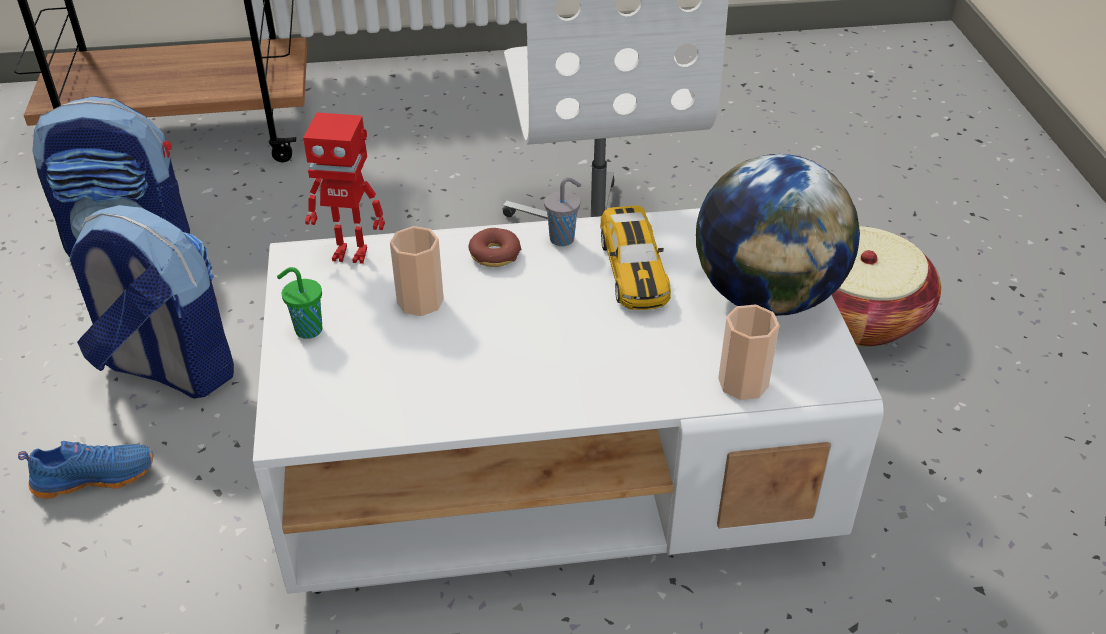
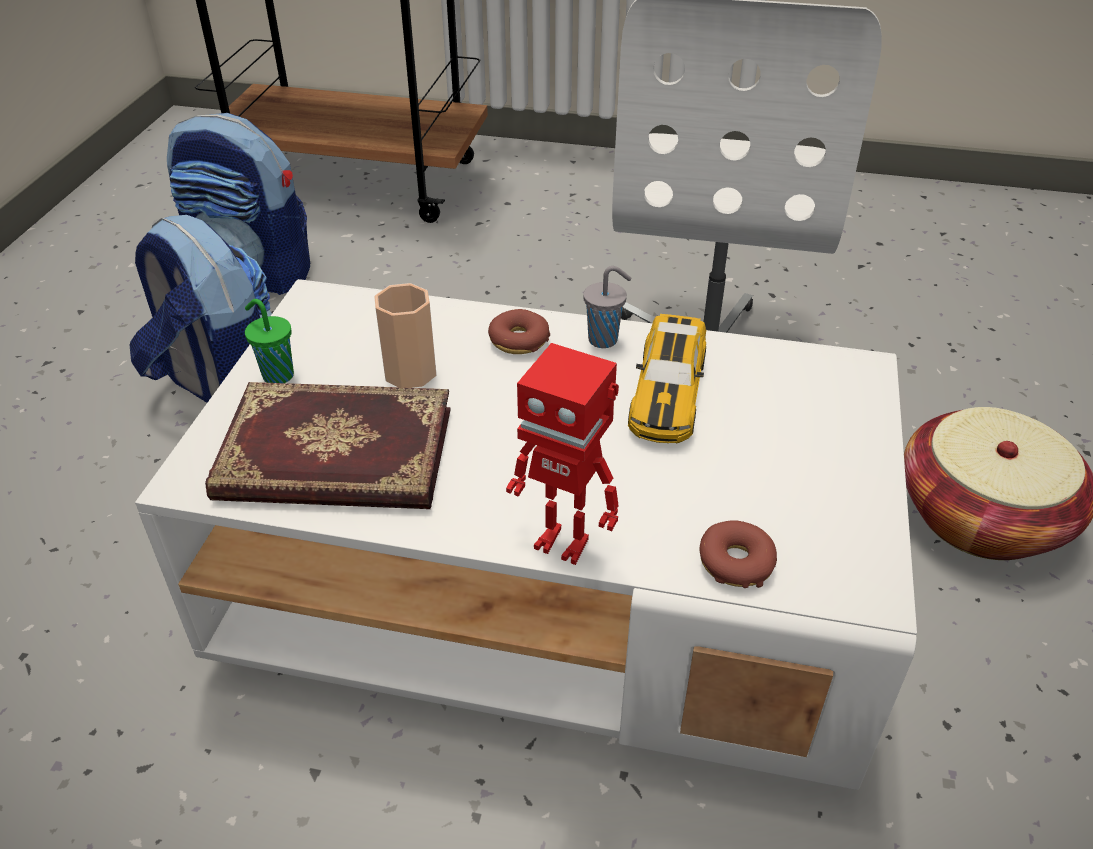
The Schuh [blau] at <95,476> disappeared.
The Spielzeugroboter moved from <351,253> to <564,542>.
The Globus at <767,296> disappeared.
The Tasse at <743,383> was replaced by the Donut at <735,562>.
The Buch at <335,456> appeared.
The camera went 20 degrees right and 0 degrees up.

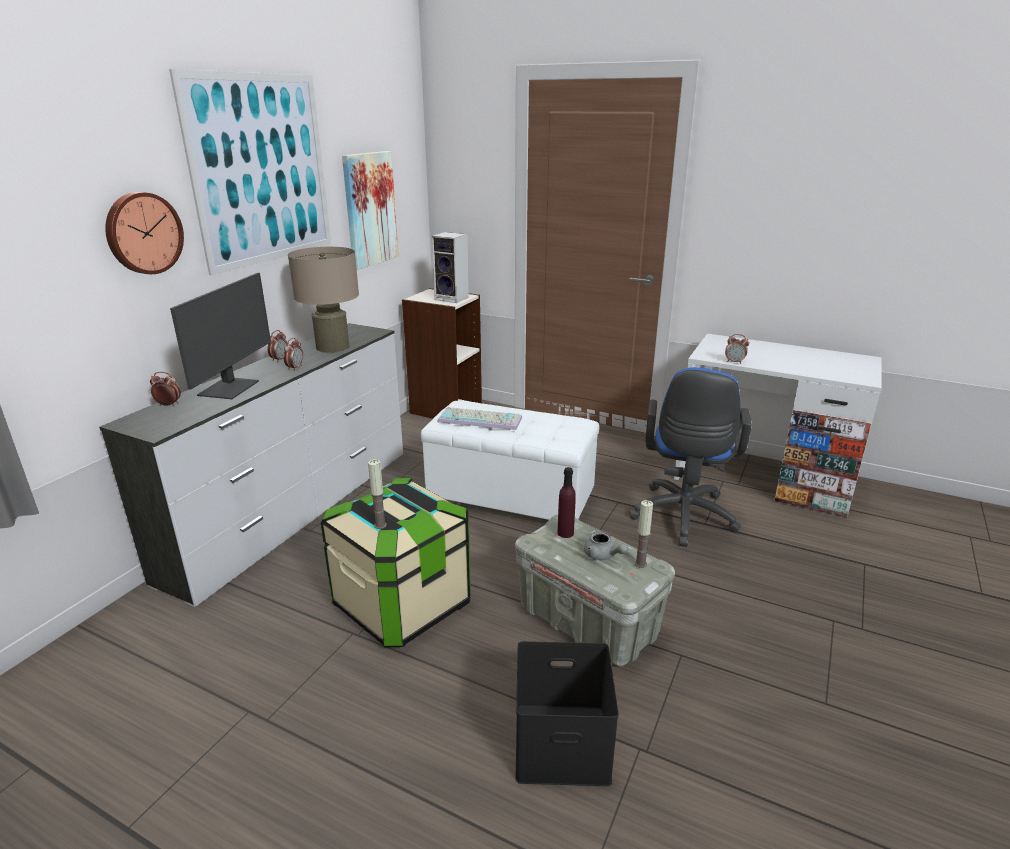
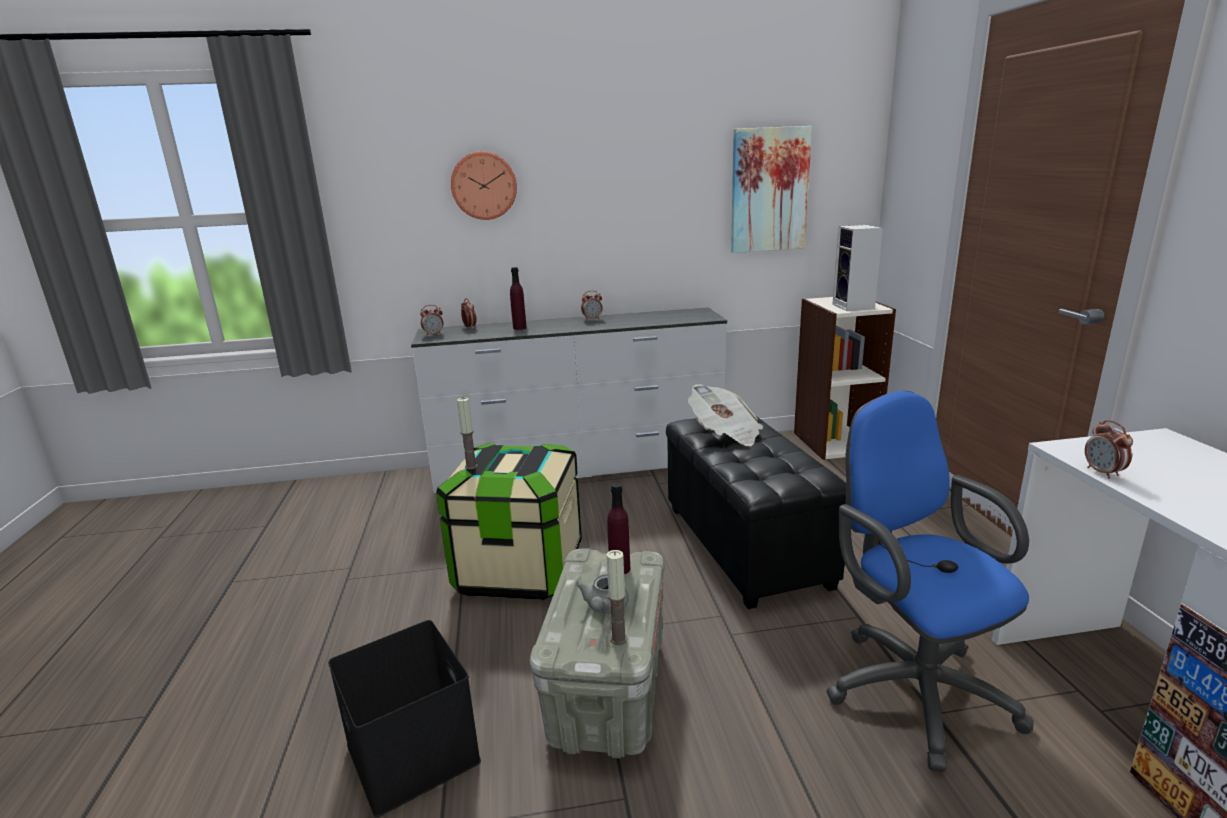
The Bild at <262,170> disappeared.
The Monitor at <230,388> was replaced by the Flasche [lila] at <519,328>.
The Wecker moved from <295,368> to <433,335>.
The Tischlampe [beige] at <332,347> disappeared.
The Polsterhocker [weiß] at <511,499> became the Polsterhocker [schwarz] at <747,547>.
The Tastatur at <481,419> was replaced by the Zeitung at <725,433>.
The Bürostuhl [blau] at <682,519> turned 90 degrees clockwise.
The camera went 55 degrees right and 5 degrees down.

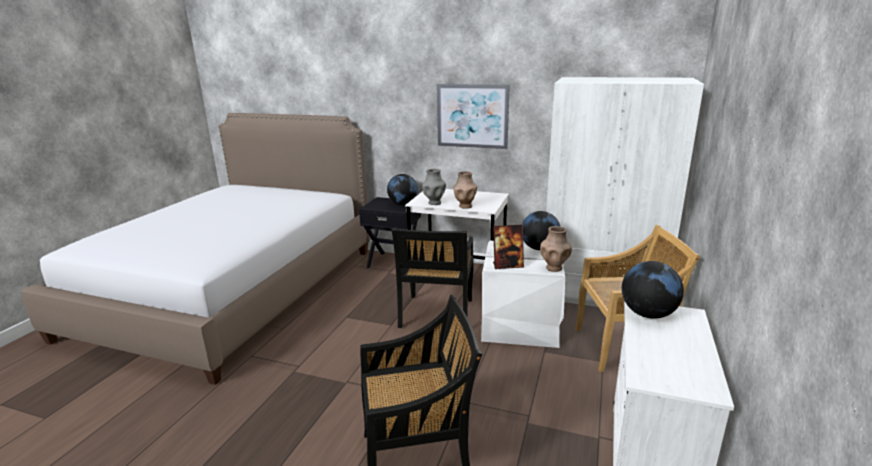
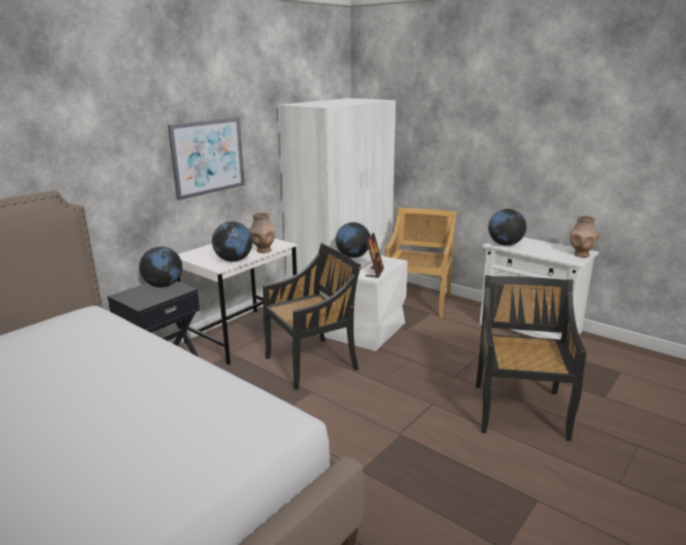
The Stuhl [schwarz] at <436,314> turned 60 degrees counterclockwise.
The Vase [grau] at <434,203> was replaced by the Globus at <234,260>.
The Vase [braun] moved from <554,268> to <580,255>.
The camera went 70 degrees left and 0 degrees up.

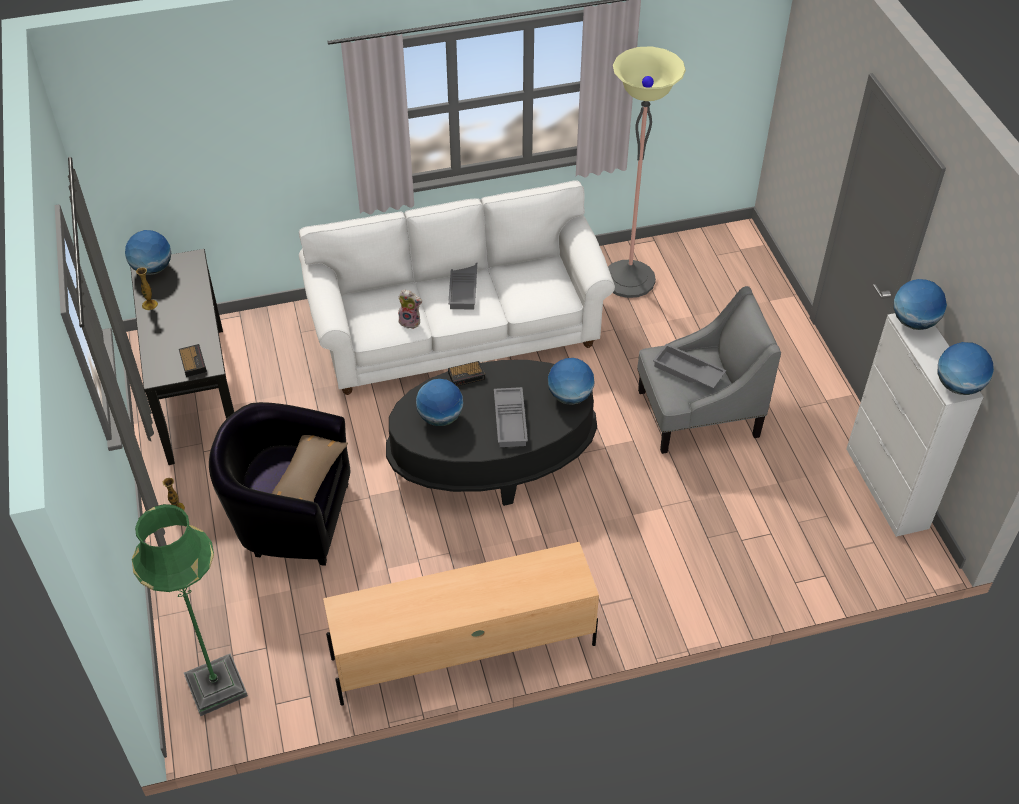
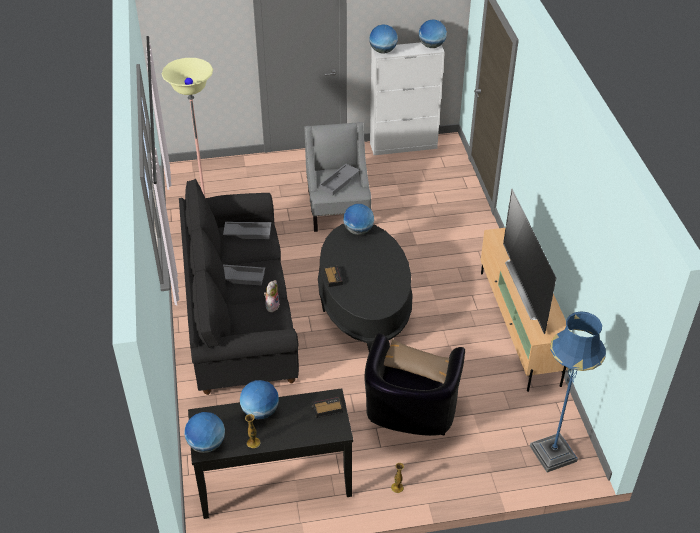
The Stehlampe [grün] at <216,686> became the Stehlampe [blau] at <552,453>.
The Sofa [weiß] at <458,333> became the Sofa [schwarz] at <240,316>.
The Globus moved from <440,417> to <260,411>.
The Tablett [grau] moved from <511,421> to <248,232>.
The Fernseher at <527,288> appeared.
The camera went 85 degrees left and 5 degrees down.

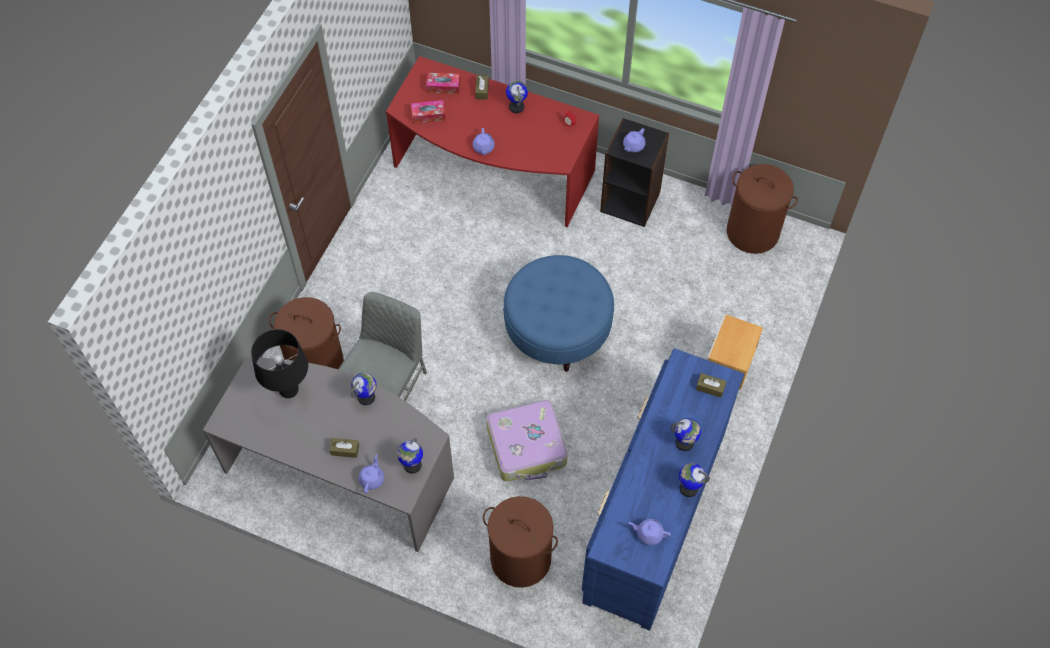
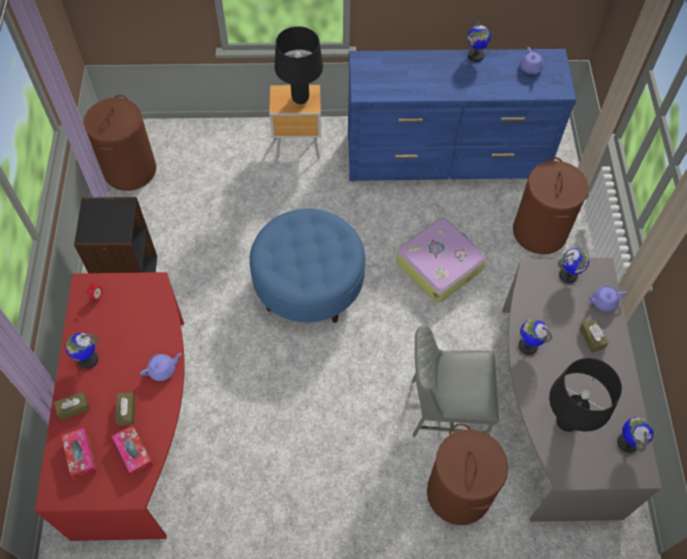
The Teekanne [lila] at <633,146> disappeared.
The Globus moved from <684,443> to <627,442>.
The Taschentuchbox [braun] moved from <710,388> to <126,411>.
The Tischlampe [schwarz] at <300,99> appeared.
The camera went 115 degrees left and 0 degrees up.

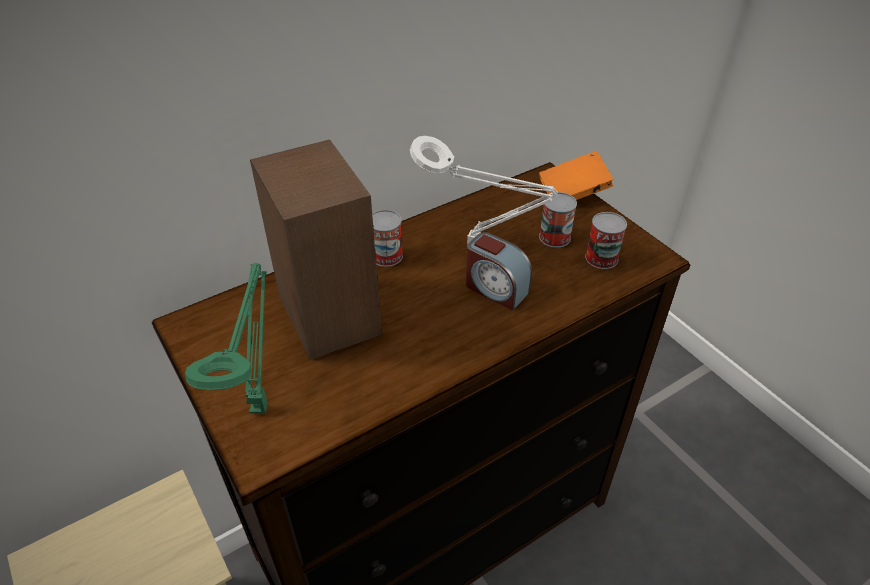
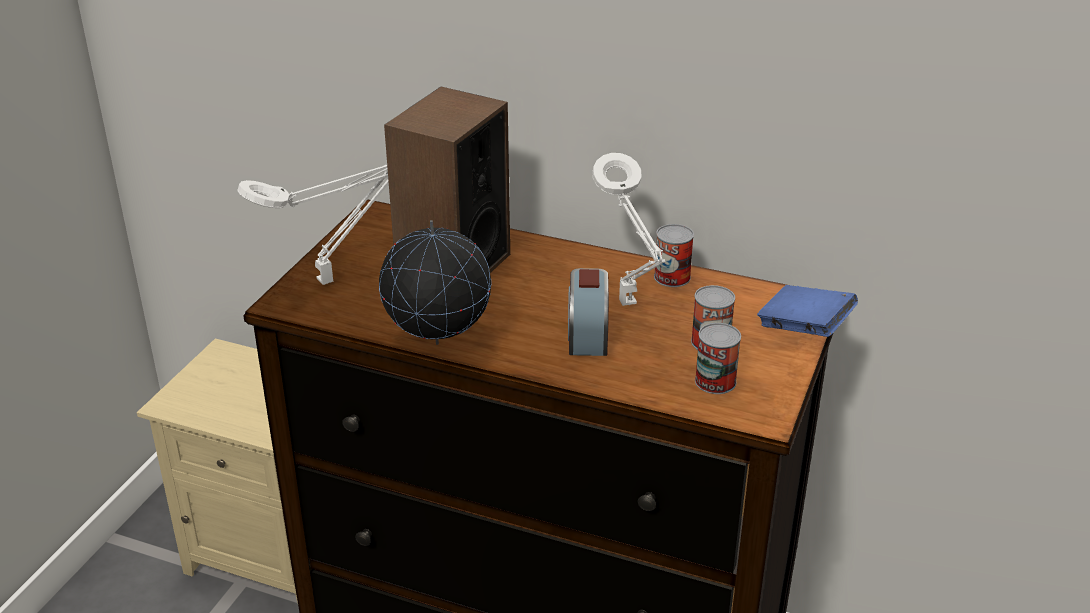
The Tischlampe [grün] at <260,405> became the Tischlampe [weiß] at <330,280>.
The Dose moved from <386,256> to <672,277>.
The Buch [orange] at <573,193> became the Buch [blau] at <804,328>.
The Globus at <438,342> appeared.
The camera went 55 degrees right and 10 degrees down.

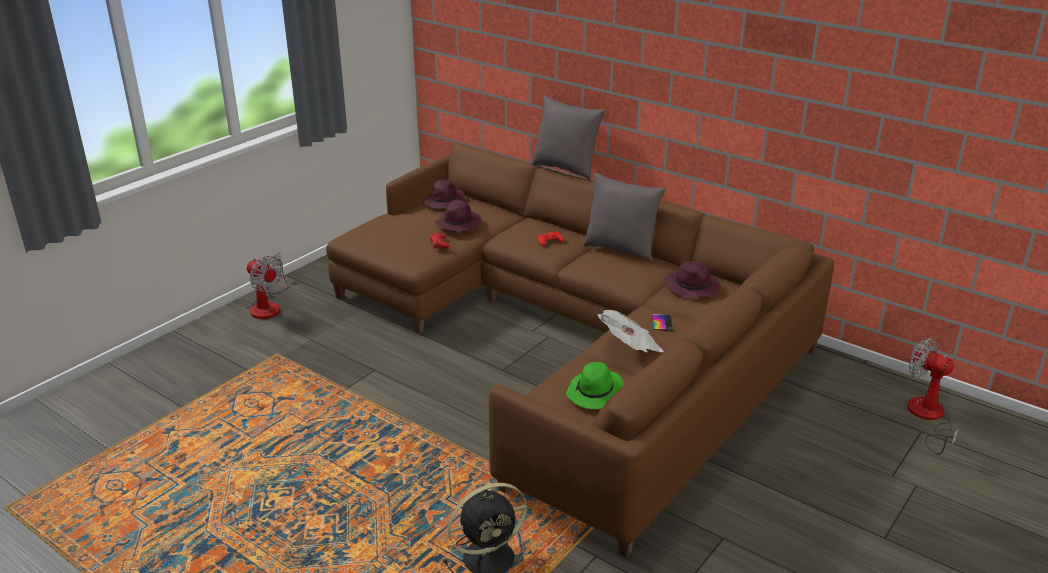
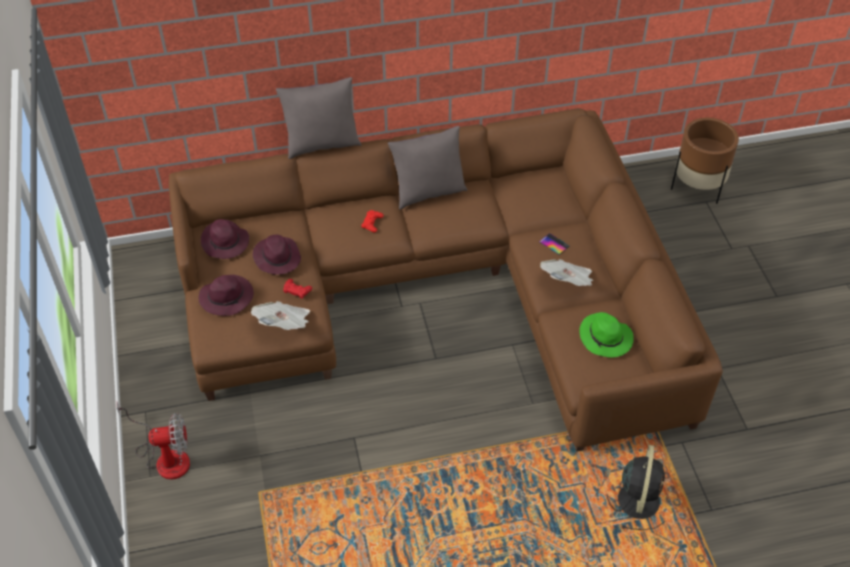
The Hut [lila] moved from <692,287> to <227,297>.
The Ventilator at <928,417> was replaced by the Pflanzkübel [braun] at <697,187>.
The Zeitung at <284,324> appeared.
The camera went 50 degrees left and 20 degrees up.

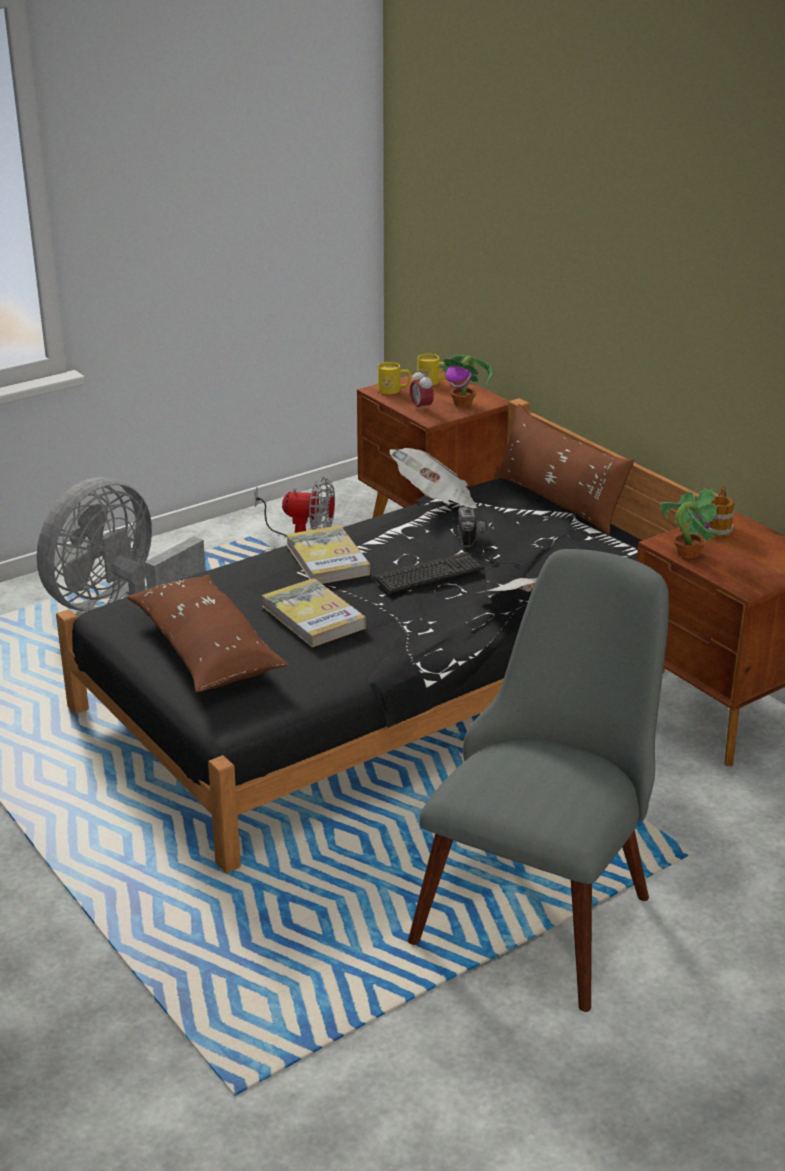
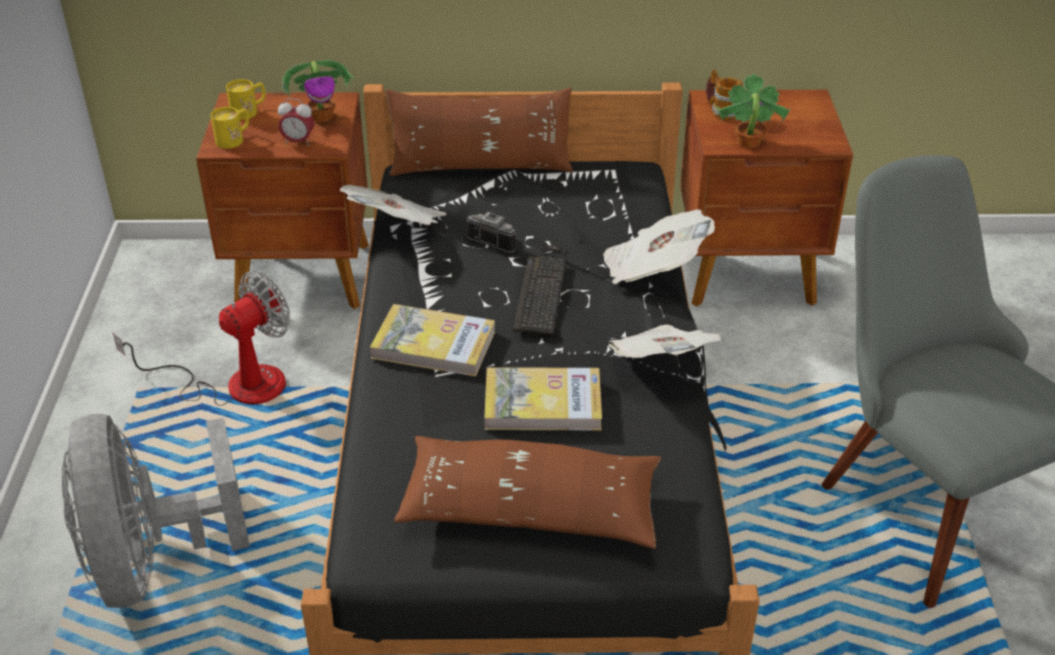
The Zeitung at <661,364> appeared.
The camera went 55 degrees left and 10 degrees up.

